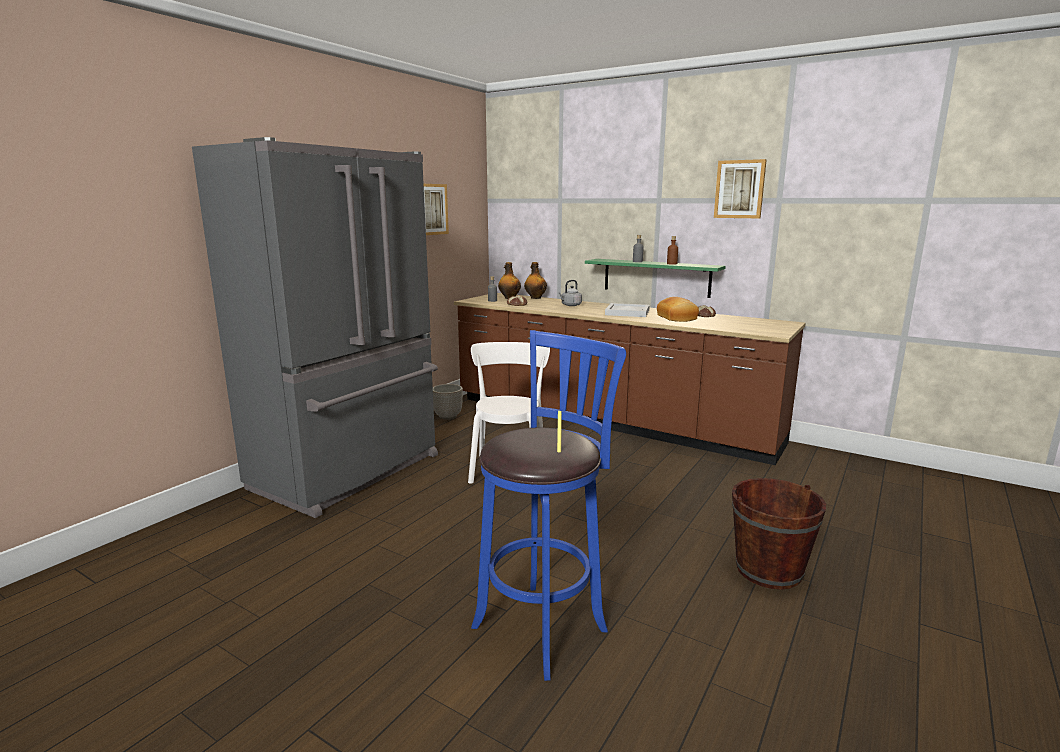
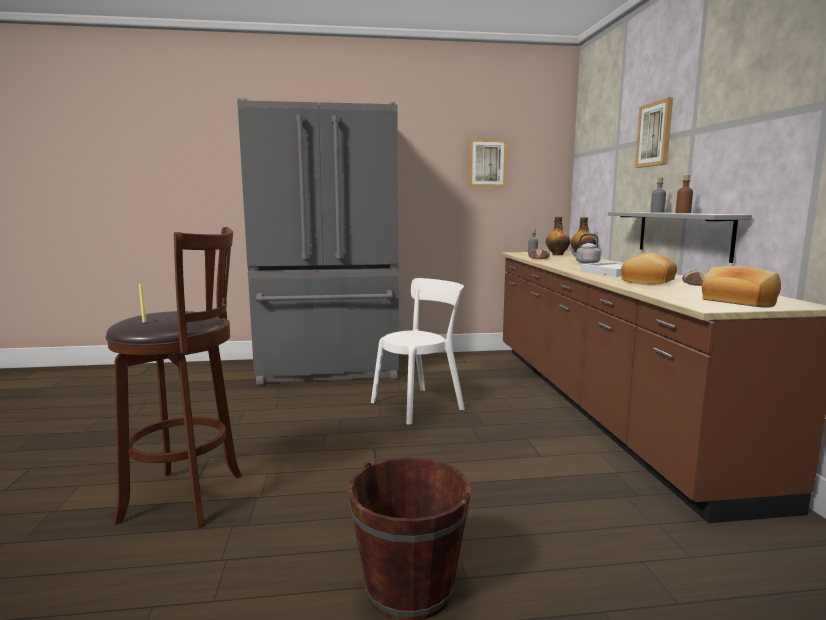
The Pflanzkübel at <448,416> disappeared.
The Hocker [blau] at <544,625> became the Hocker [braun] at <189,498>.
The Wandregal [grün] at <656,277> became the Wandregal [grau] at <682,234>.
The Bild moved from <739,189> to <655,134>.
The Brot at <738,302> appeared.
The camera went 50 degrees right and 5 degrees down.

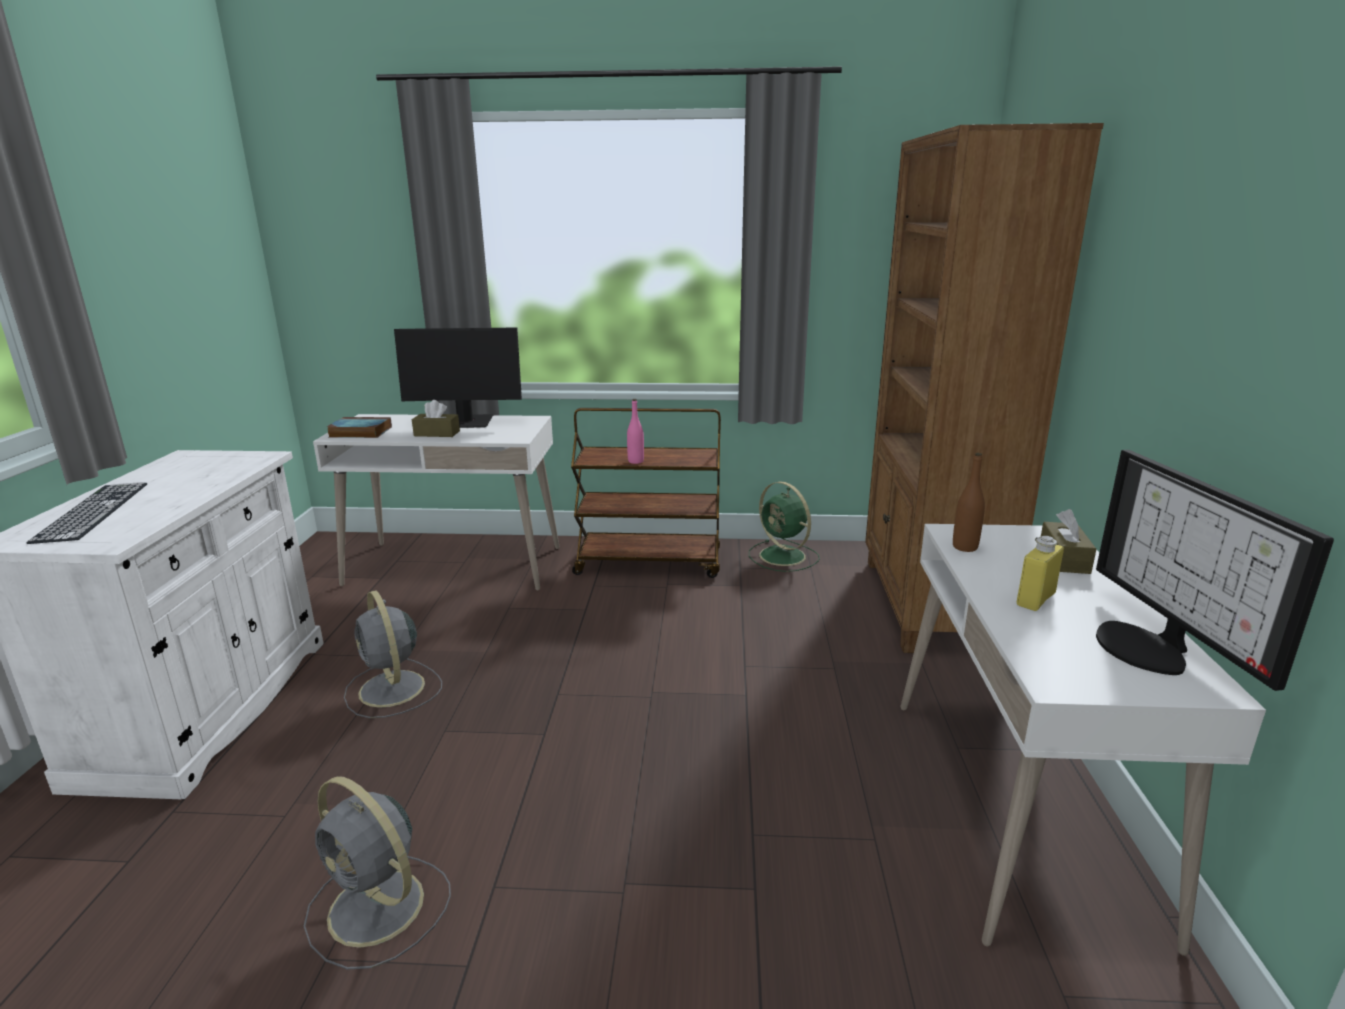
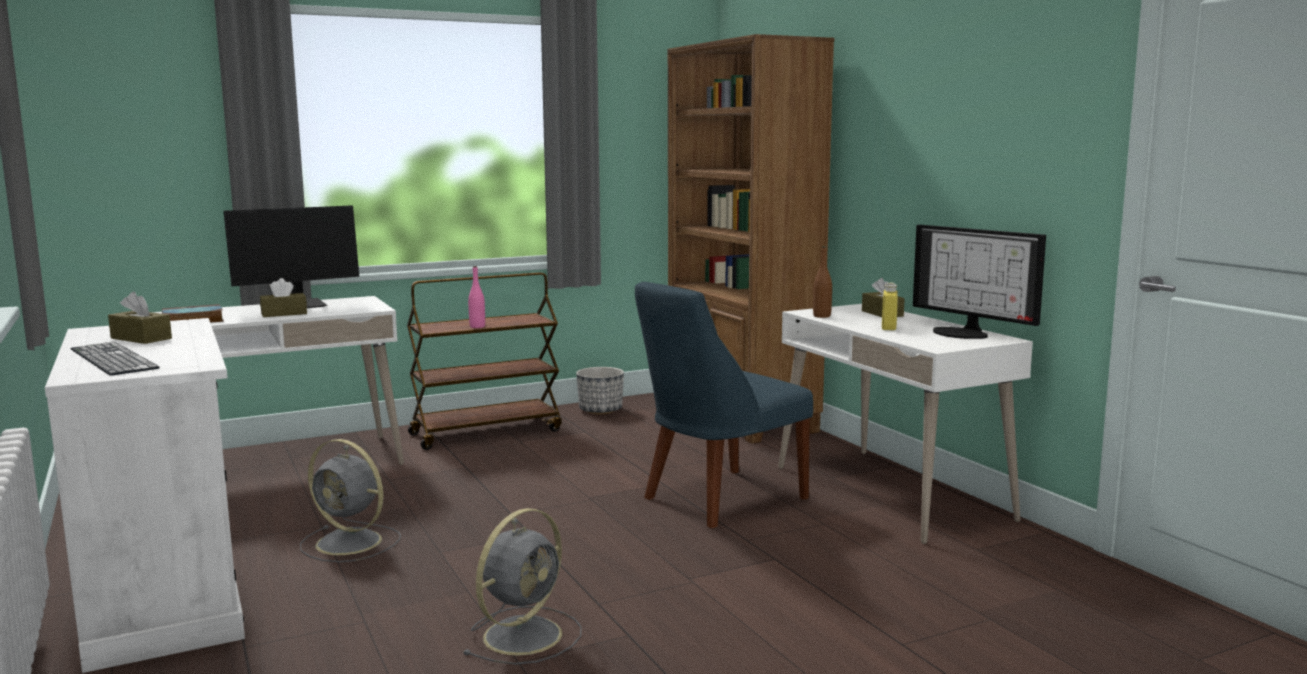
The Ventilator [grau] at <379,909> turned 60 degrees counterclockwise.
The Ventilator [grün] at <784,557> was replaced by the Pflanzkübel at <601,410>.
The Taschentuchbox [braun] at <141,338> appeared.
The Stuhl [blau] at <718,500> appeared.
The camera went 30 degrees left and 10 degrees down.

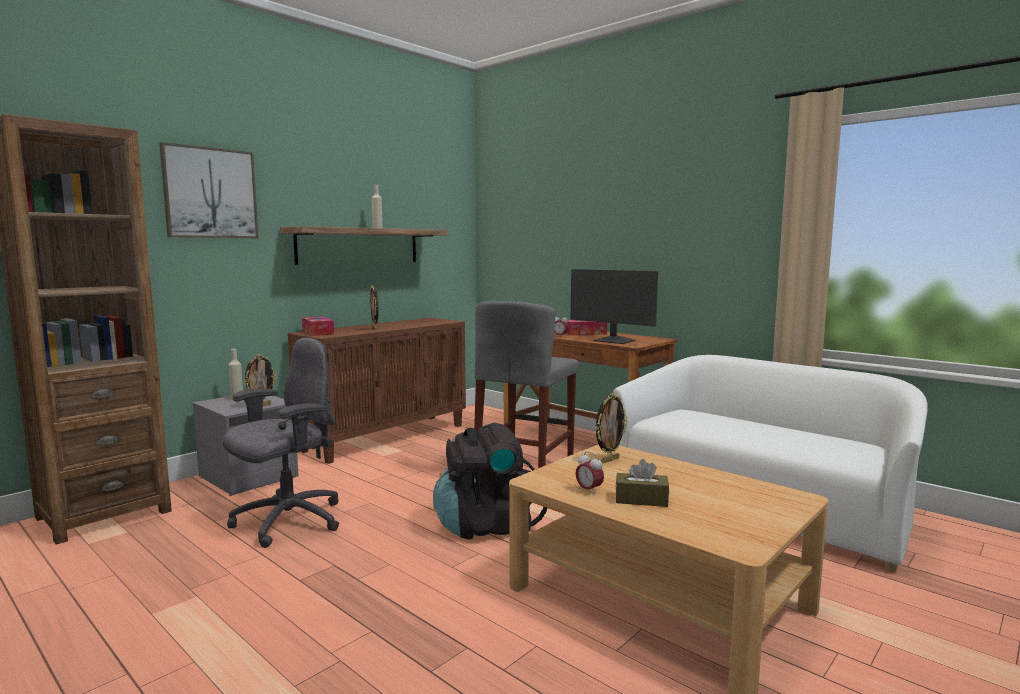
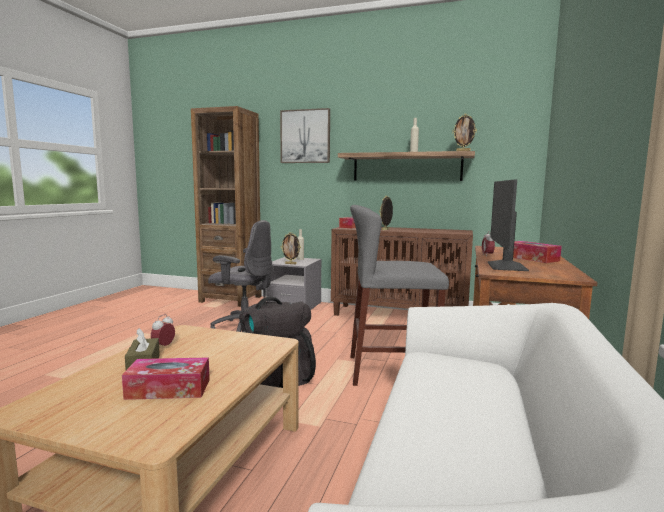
The Bilderrahmen moved from <609,460> to <463,151>.
The Taschentuchbox at <168,389> appeared.
The camera went 65 degrees right and 0 degrees up.

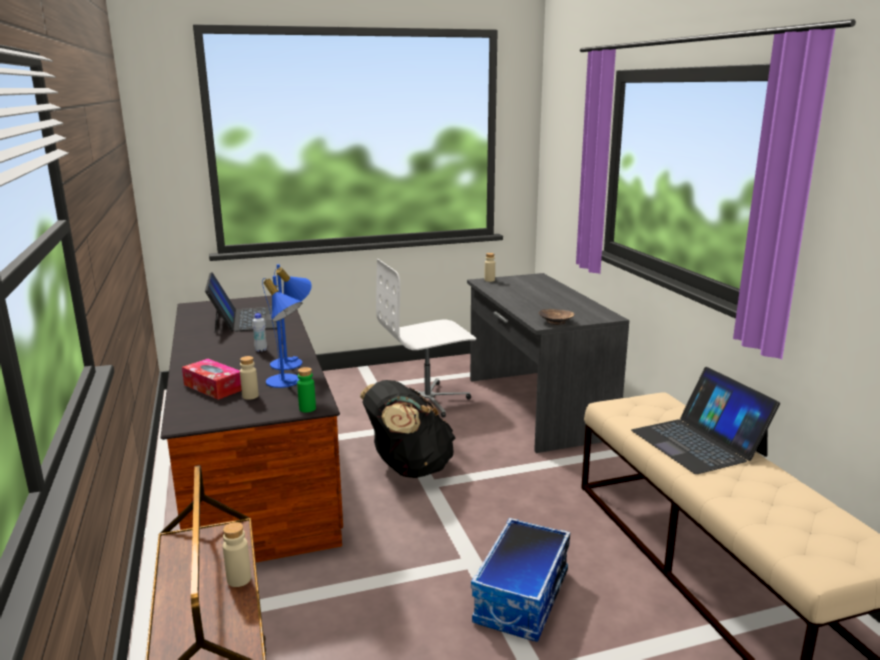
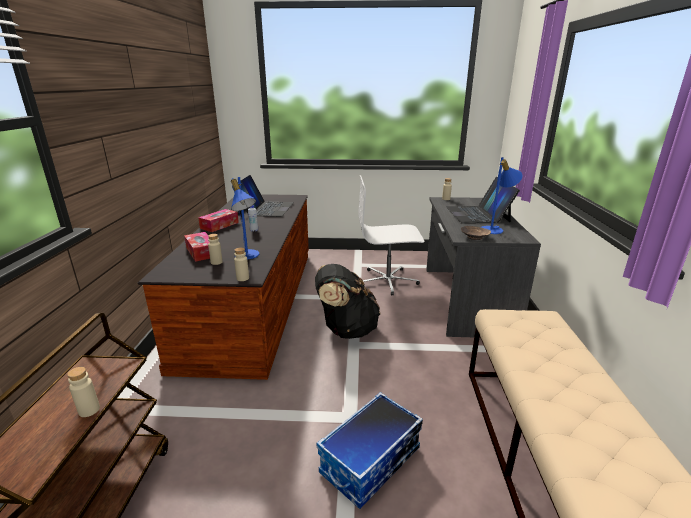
The Tischlampe [blau] moved from <292,362> to <495,229>.
The Flasche [grün] at <307,409> became the Flasche [beige] at <242,278>.
The Laptop moved from <698,443> to <477,214>.
The Taschentuchbox at <219,225> appeared.
The camera went 20 degrees right and 5 degrees up.

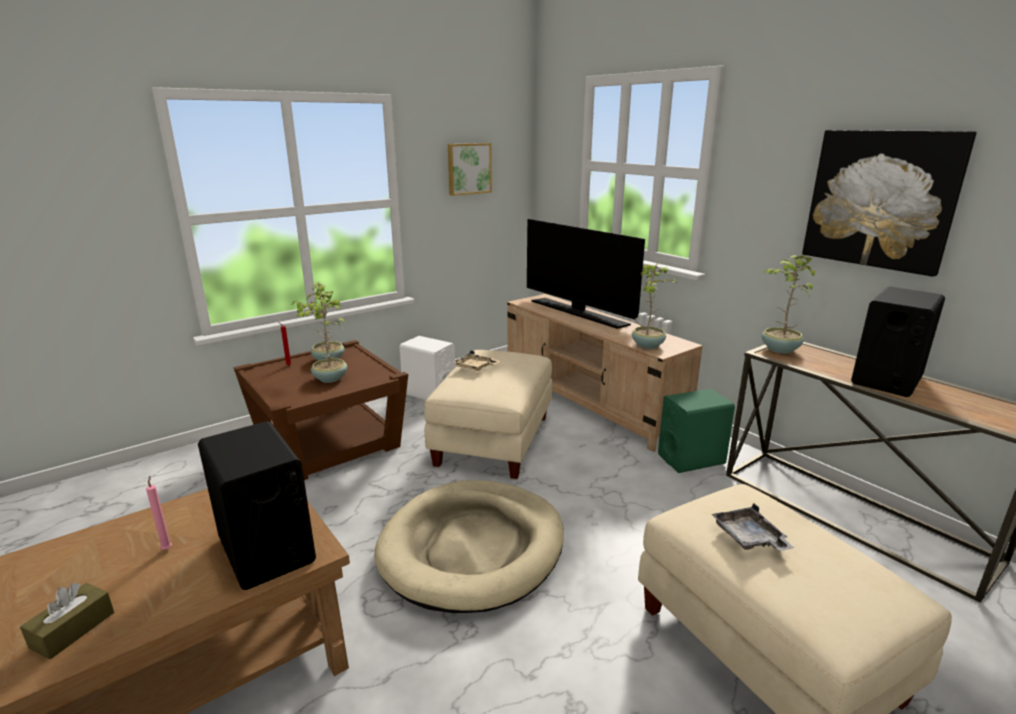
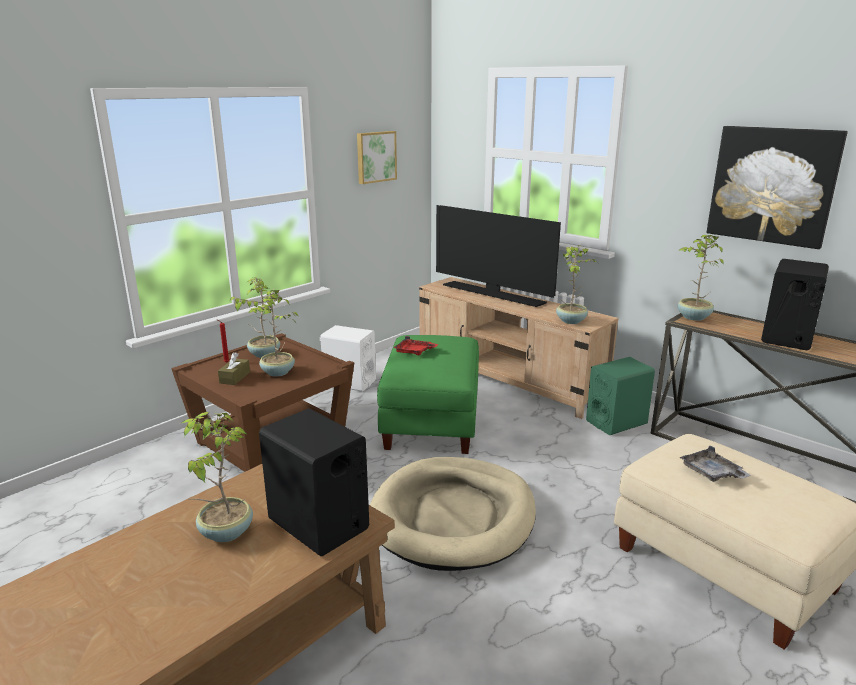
The Taschentuchbox [braun] moved from <73,630> to <235,377>.
The Kerze [rosa] at <167,548> was replaced by the Topfpflanze at <225,532>.
The Polsterhocker [beige] at <492,439> became the Polsterhocker [grün] at <430,420>.
The Tablett [beige] at <475,367> became the Tablett [rot] at <414,352>.
The camera went 10 degrees left and 0 degrees up.

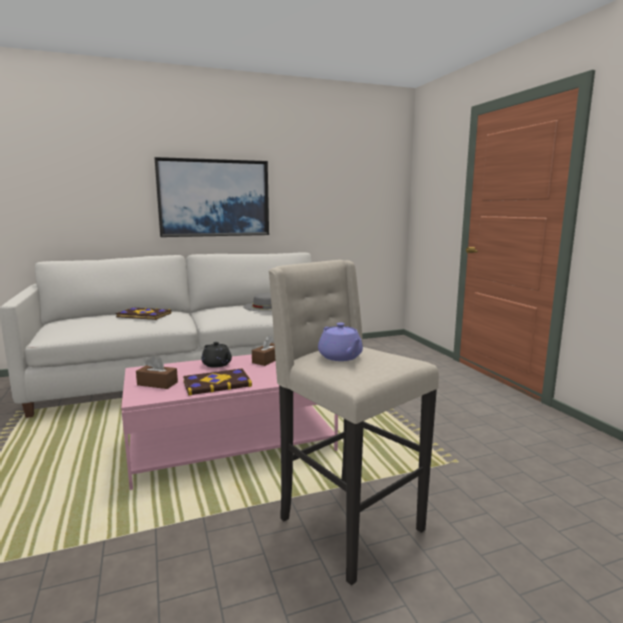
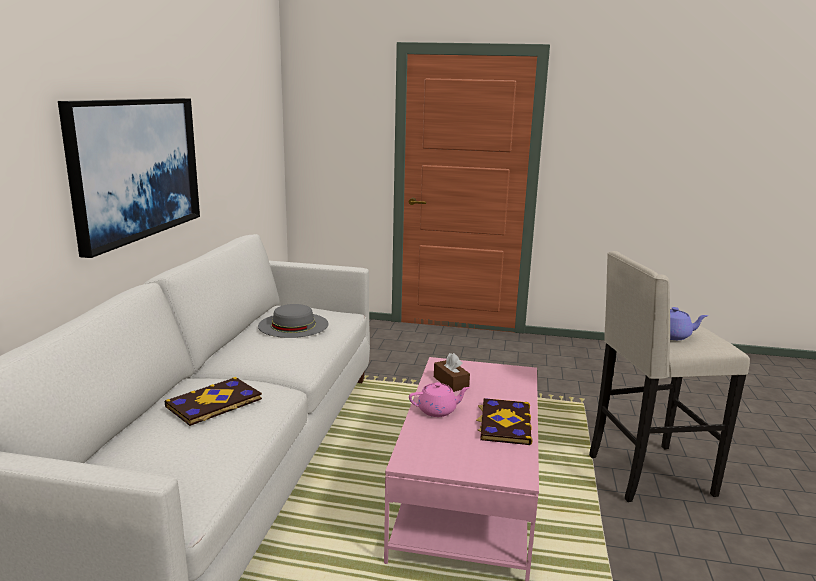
The Taschentuchbox [braun] at <157,383> disappeared.
The Teekanne [schwarz] at <217,364> became the Teekanne [rosa] at <438,410>.
The camera went 60 degrees left and 5 degrees up.

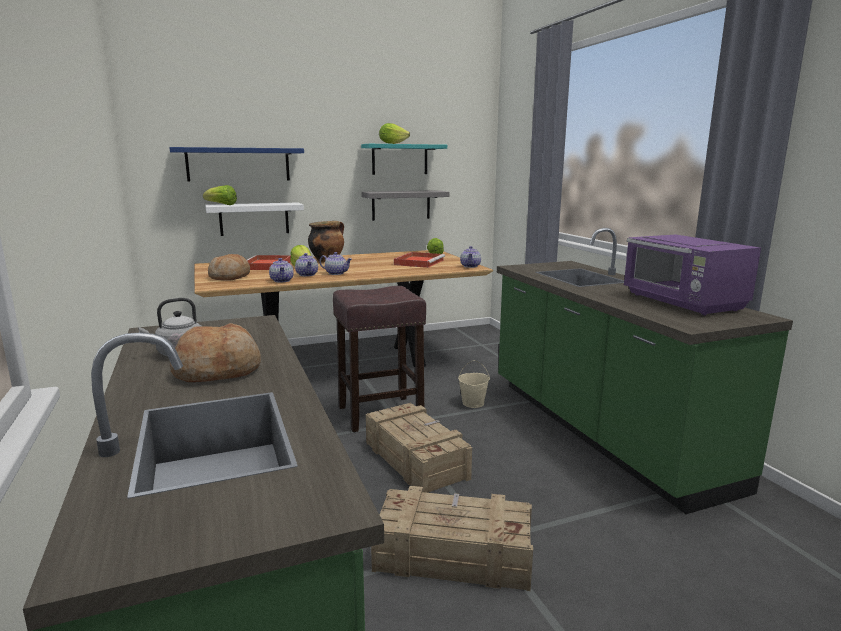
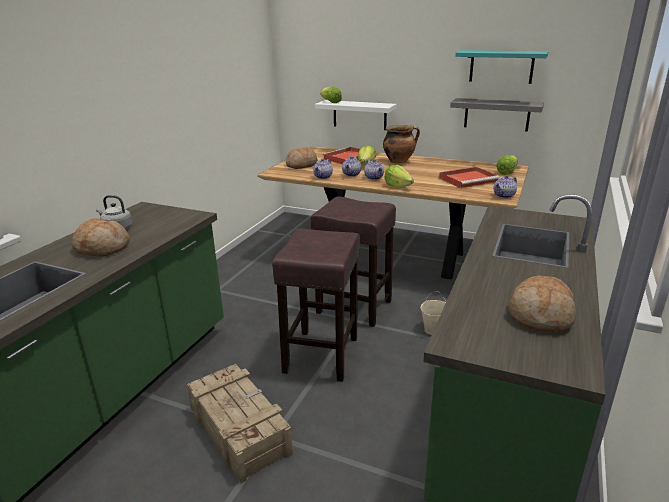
The Wandregal [blau] at <238,164> disappeared.
The Kiste at <416,459> was replaced by the Hocker [braun] at <321,354>.
The Salatkopf moved from <392,144> to <397,186>.
The Mikrowelle [lila] at <683,303> was replaced by the Brot at <540,315>.
The camera went 45 degrees right and 10 degrees up.

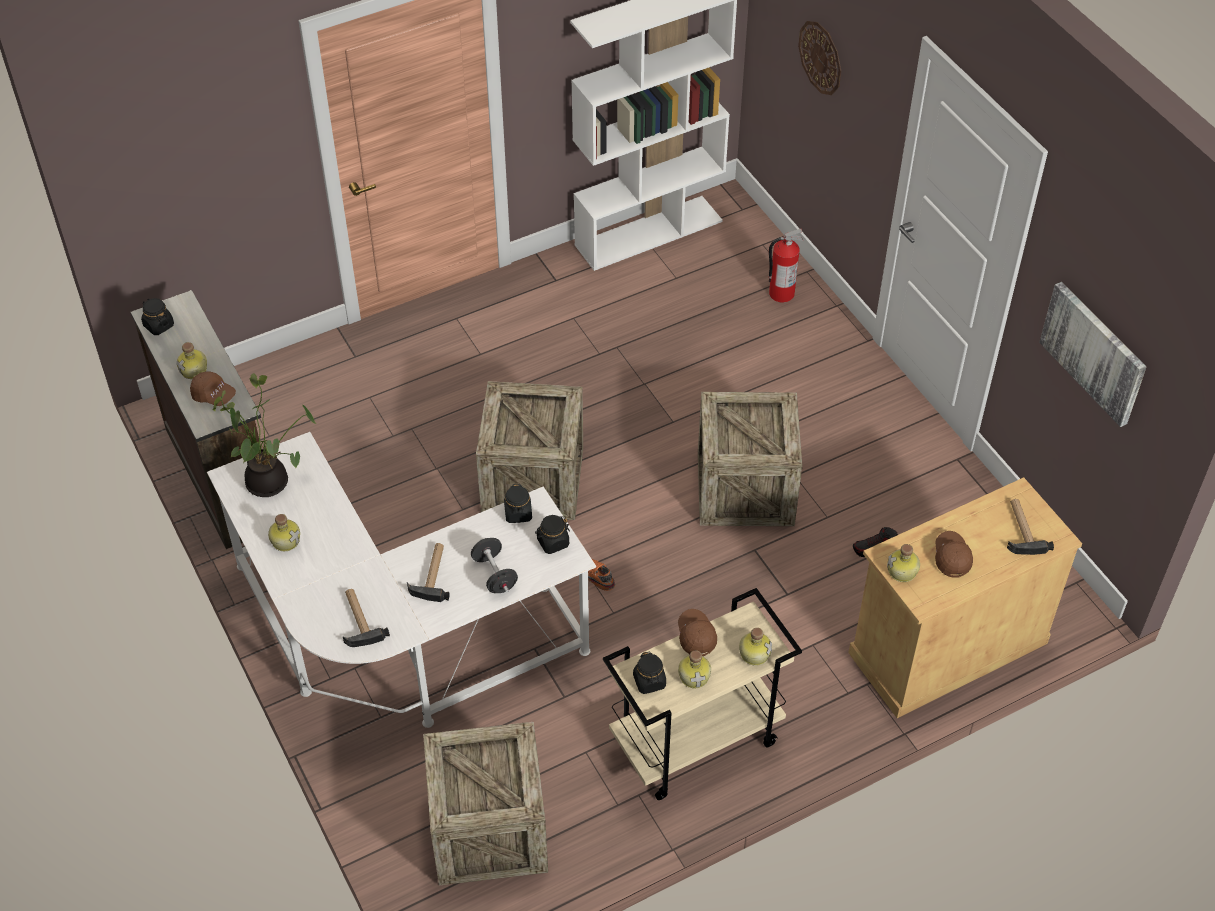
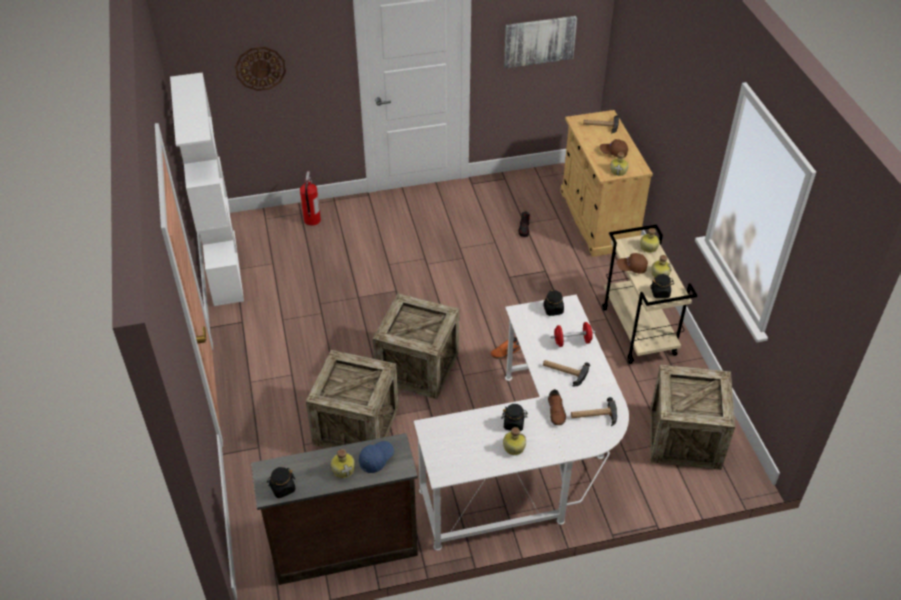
The Kappe [braun] at <214,395> became the Kappe [blau] at <376,459>.
The Topfpflanze at <271,481> disappeared.
The Hantel [schwarz] at <494,574> became the Hantel [rot] at <572,341>.
The Vorratsglas [schwarz] moved from <518,513> to <514,424>.
The Kiste moved from <745,488> to <356,425>.
The Schuh [braun] at <556,411> appeared.
The camera went 75 degrees left and 5 degrees down.

